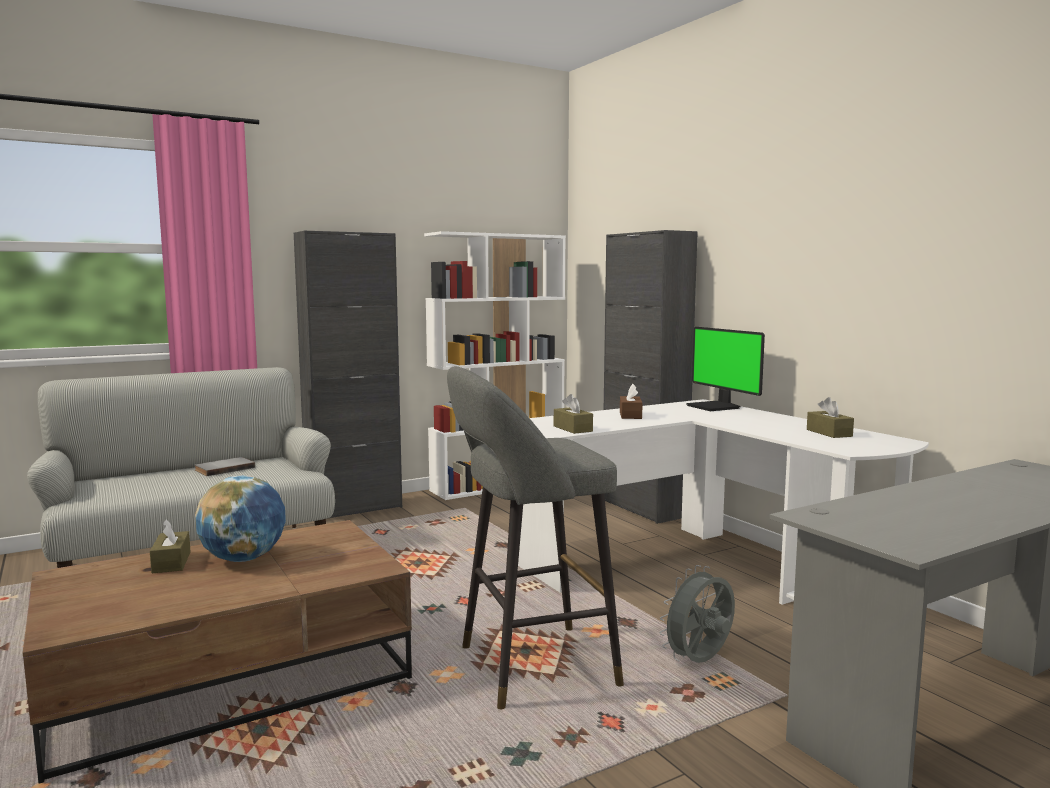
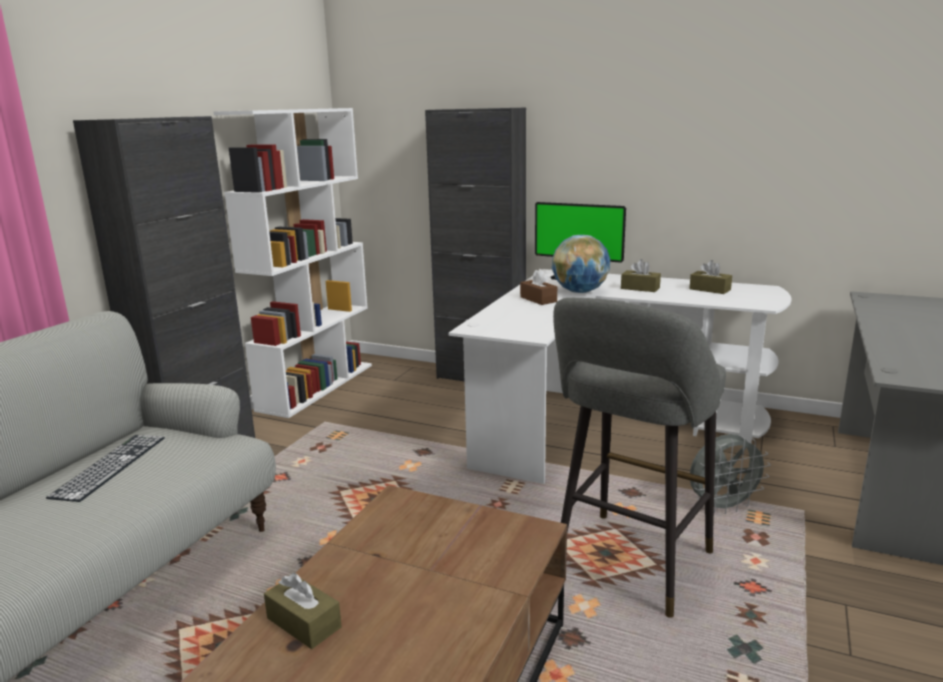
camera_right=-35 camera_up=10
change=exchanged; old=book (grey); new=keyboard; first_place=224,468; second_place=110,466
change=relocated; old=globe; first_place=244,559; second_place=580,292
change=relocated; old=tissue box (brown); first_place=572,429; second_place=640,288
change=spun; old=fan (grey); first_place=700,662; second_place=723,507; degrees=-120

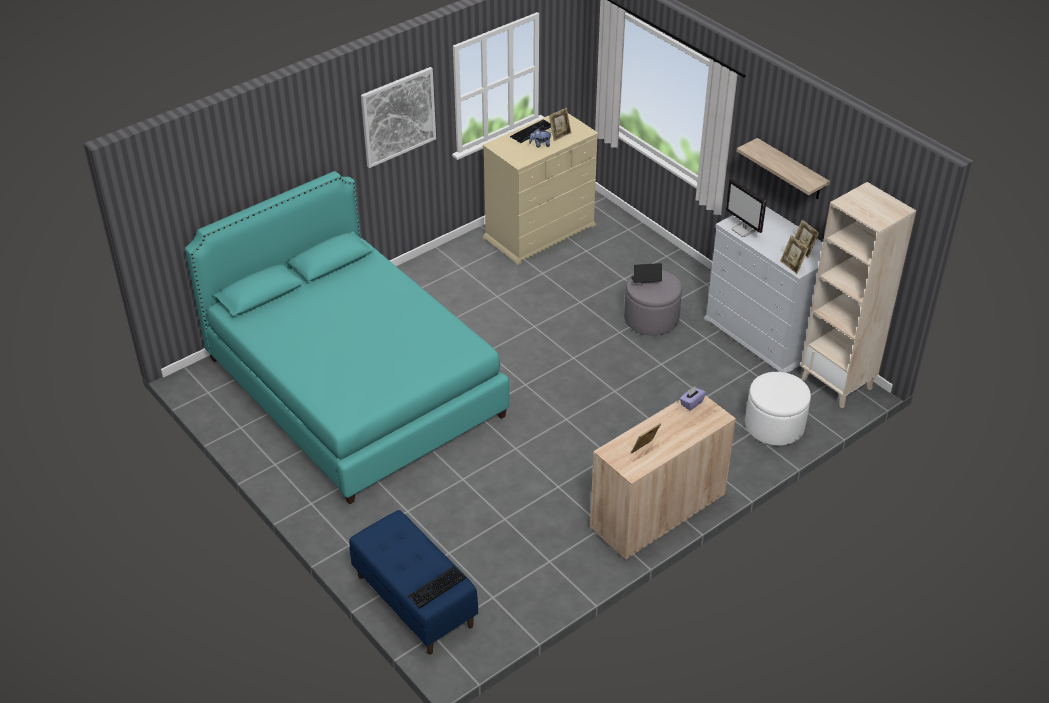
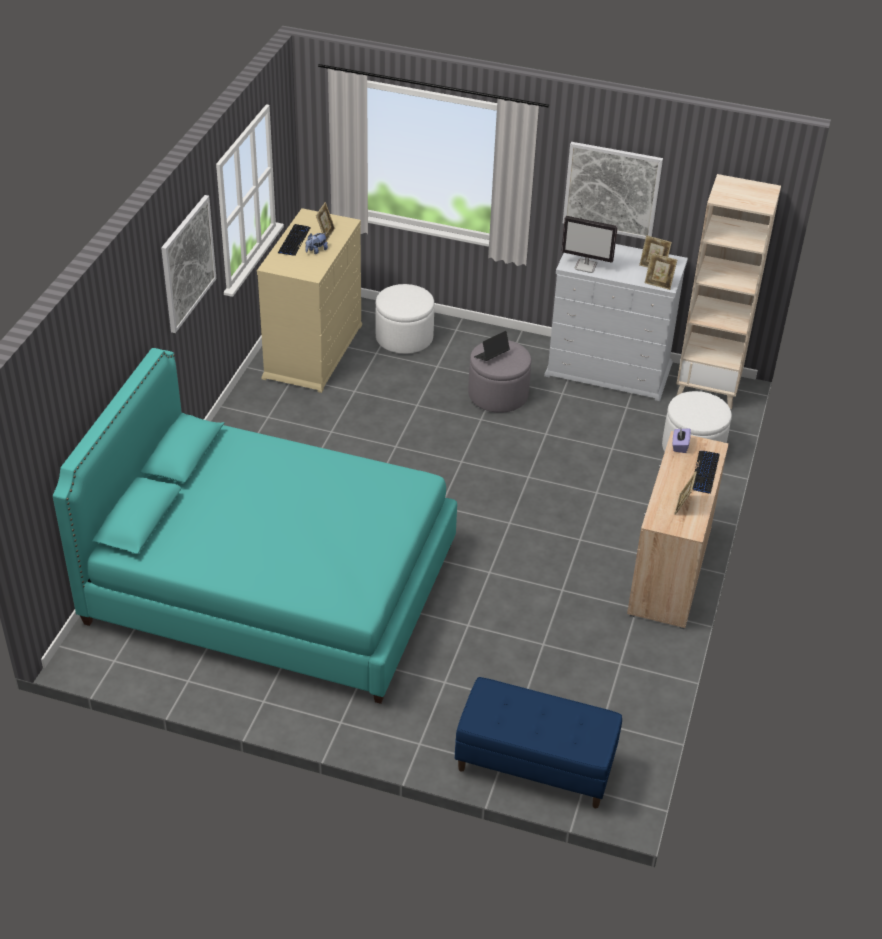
camera_right=-35 camera_up=0
change=appeared; new=ottoman (white); second_place=404,338
change=exchanged; old=shelf; new=picture; first_place=791,170; second_place=611,190
change=relocated; old=keyboard; first_place=436,588; second_place=705,472

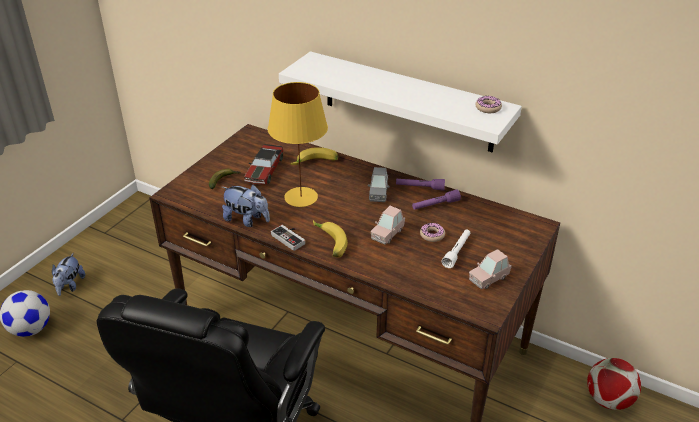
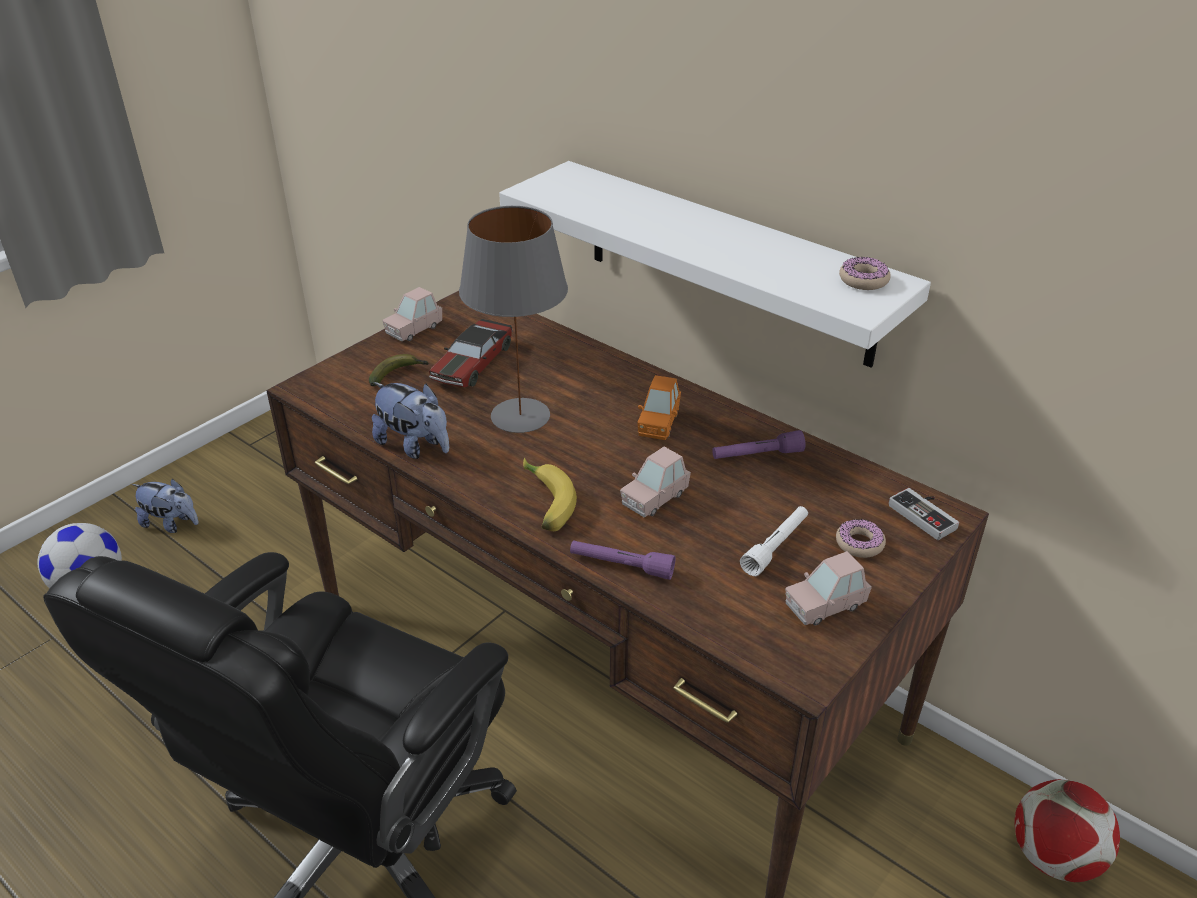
camera_right=10 camera_up=0
change=spun; old=plush toy; first_place=70,286; second_place=171,524; degrees=-90
change=appeared; new=toy car (pink); second_place=414,330
change=colour; old=table lamp (yellow); new=table lamp (grey); first_place=300,196; second_place=520,415
change=relocated; old=flashlight (purple); first_place=420,187; second_place=621,566
change=colour; old=toy car (grey); new=toy car (orange); first_place=378,193; second_place=658,424
change=relocated; old=donut; first_place=432,235; second_place=859,544
change=relocated; old=game controller; first_place=290,238; second_place=926,514
change=missing; old=banana; first_place=315,163

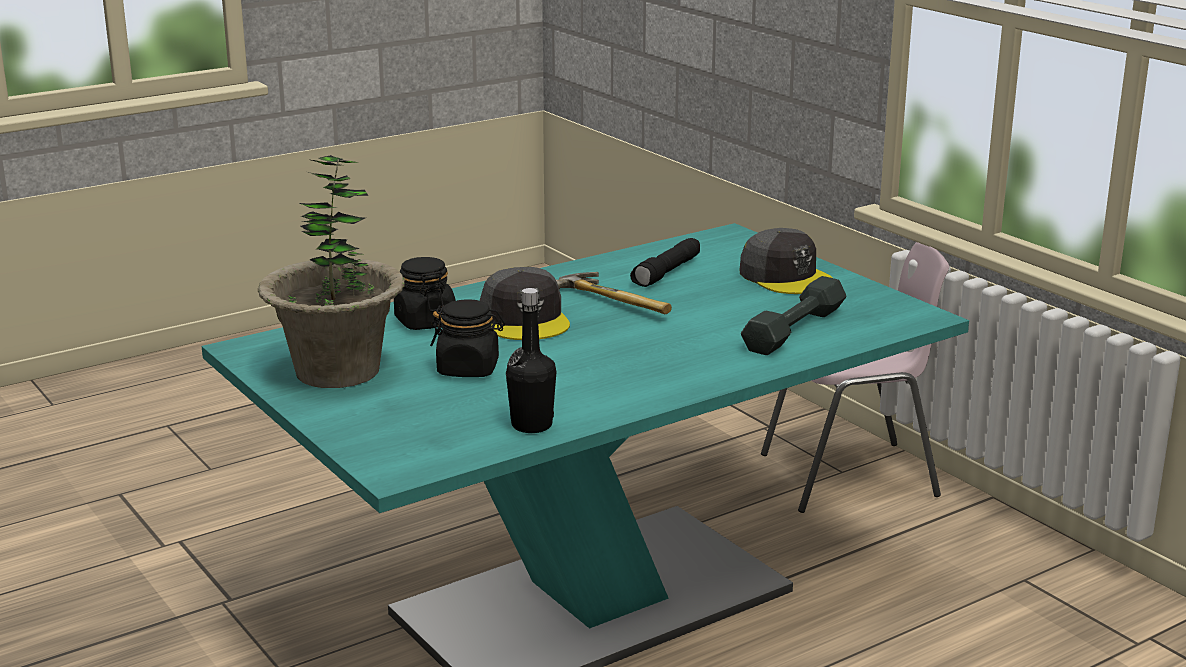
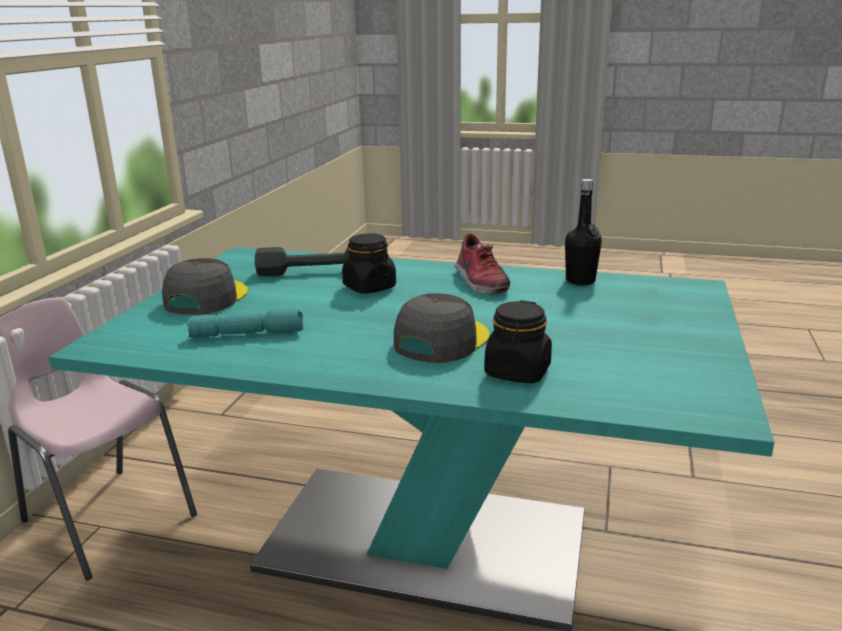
camera_right=-130 camera_up=0
change=colour; old=flashlight (black); new=flashlight (turquoise); first_place=667,273; second_place=248,334
change=relocated; old=jar (black); first_place=468,369; second_place=369,287
change=appeared; new=shoe; second_place=479,282
change=missing; old=potted plant; first_place=338,371
change=missing; old=hammer; first_place=617,300

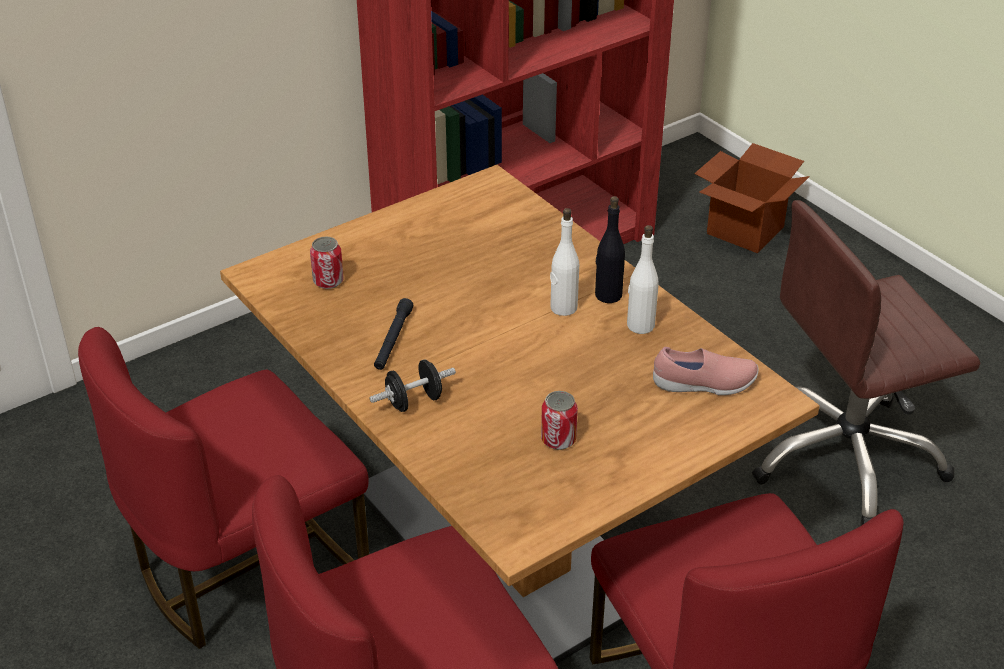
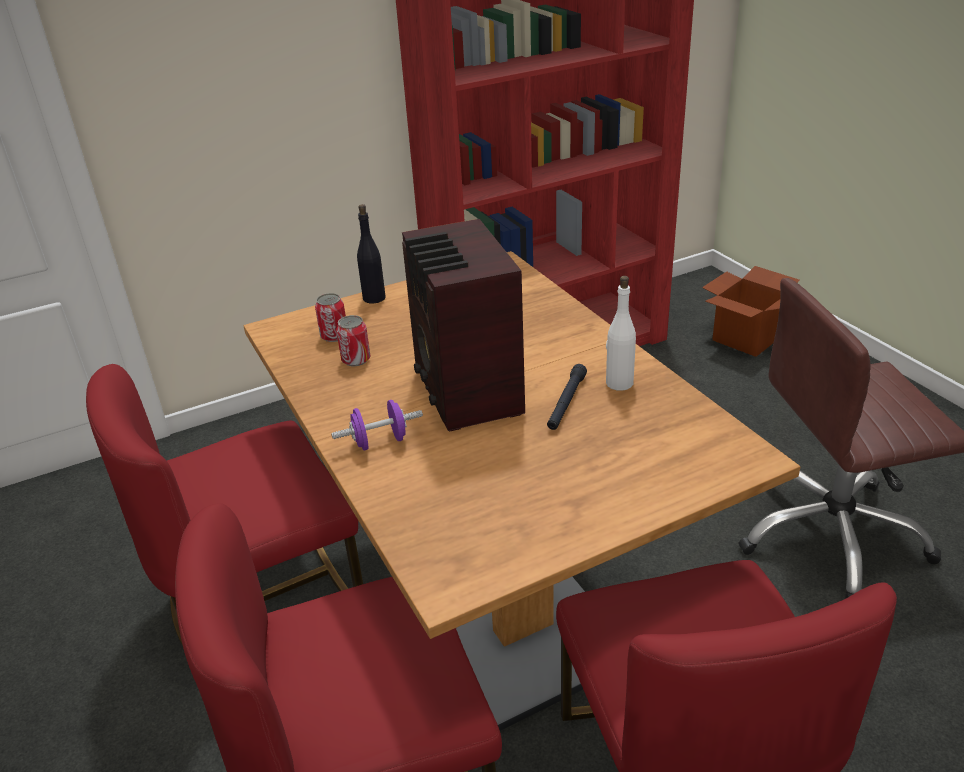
camera_right=10 camera_up=-5
change=colour; old=dumbbell (black); new=dumbbell (purple); first_place=414,401; second_place=380,441
change=relocated; old=can; first_place=558,439; second_place=356,359
change=relocated; old=bottle (black); first_place=608,295; second_place=374,298
change=appeared; new=radio; second_place=466,392
change=relocated; old=flashlight (black); first_place=393,340; second_place=566,403
change=missing; old=bottle (white); first_place=563,308
change=missing; old=shoe (pink); first_place=704,385

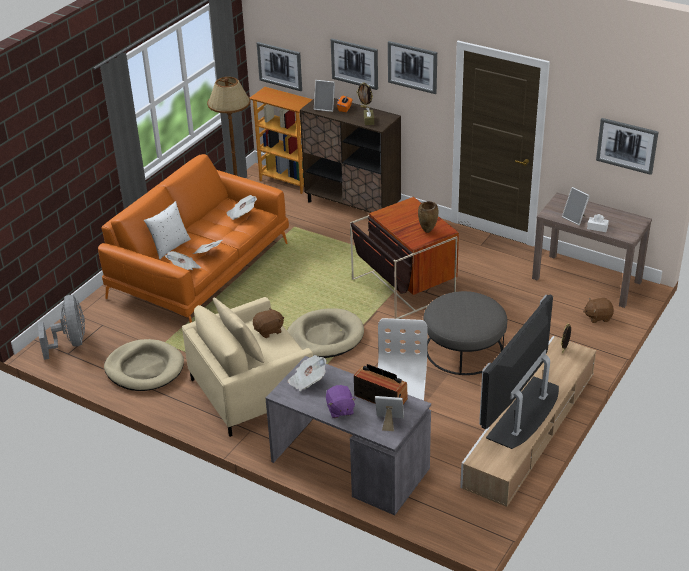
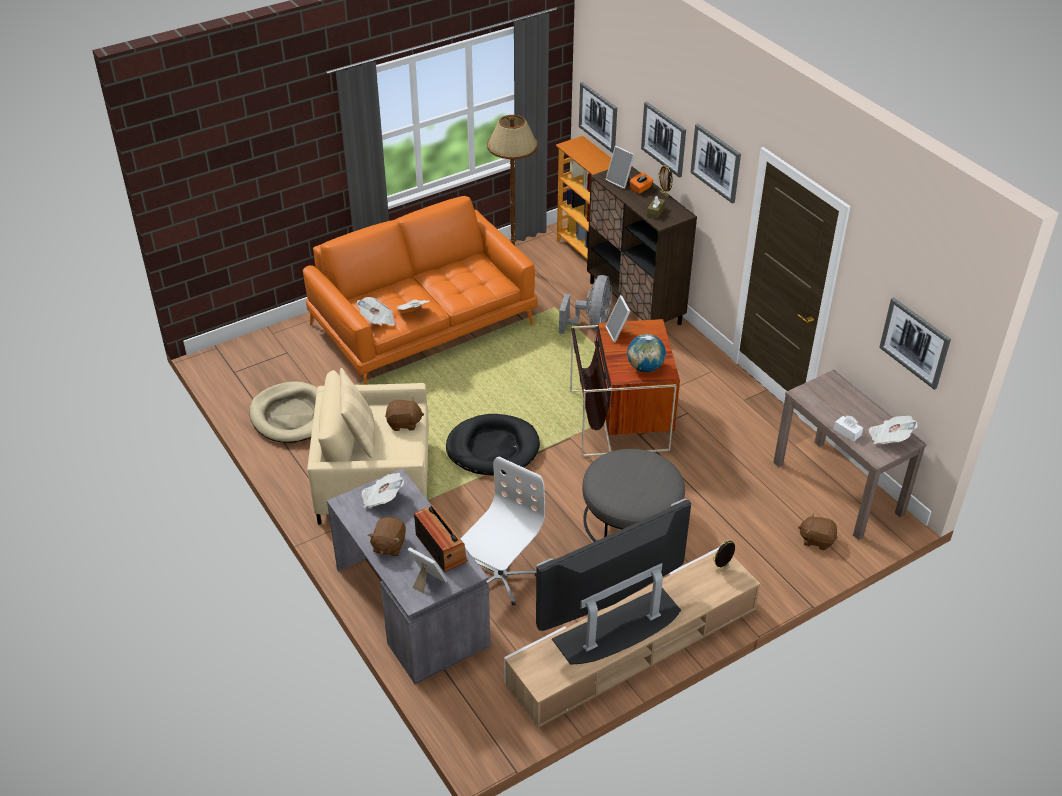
camera_right=25 camera_up=5
change=colour; old=plush toy (purple); new=plush toy (brown); first_place=340,410; second_place=388,545
change=colour; old=dog bed (beige); new=dog bed (black); first_place=325,337; second_place=493,448
change=relocated; old=fan (grey); first_place=70,343; second_place=591,324
change=relocated; old=picture frame; first_place=575,218; second_place=618,333
change=exchanged; old=vase (brown); new=globe; first_place=427,231; second_place=645,367
change=relocated; old=newspaper; first_place=241,214; second_place=889,438
change=missing; old=pillow (white); first_place=170,247

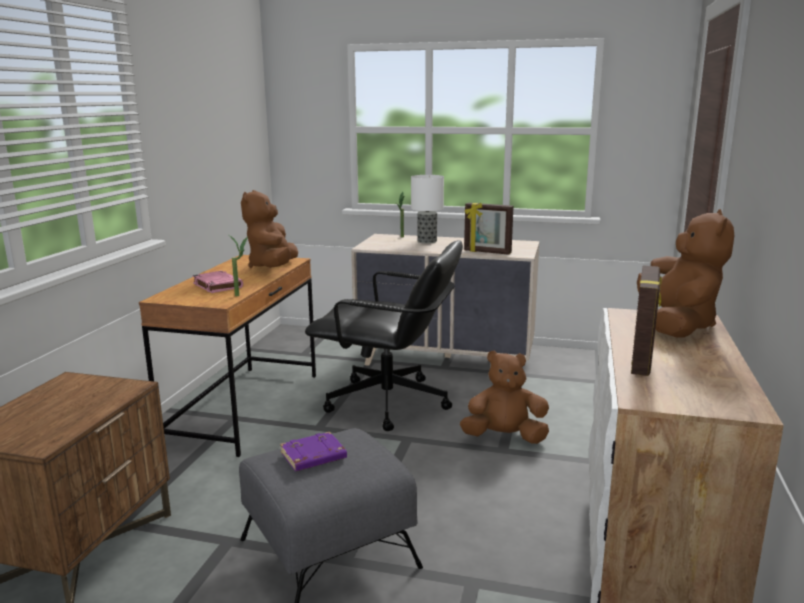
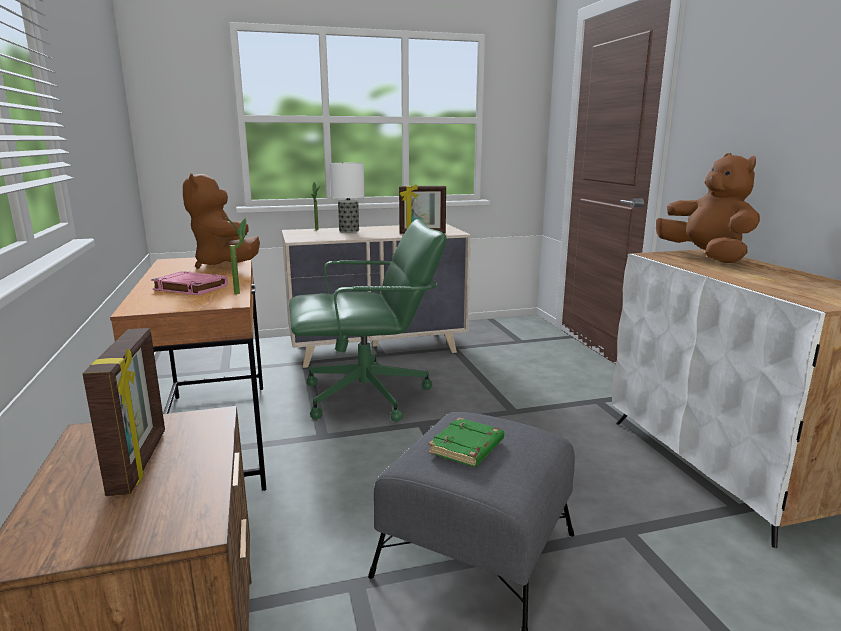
camera_right=-30 camera_up=0
change=relocated; old=picture frame; first_place=642,360; second_place=140,462
change=colour; old=office chair (black); new=office chair (green); first_place=389,403; second_place=368,396
change=colour; old=book (purple); new=book (green); first_place=313,457; second_place=467,448
change=missing; old=plush toy (brown); first_place=504,437

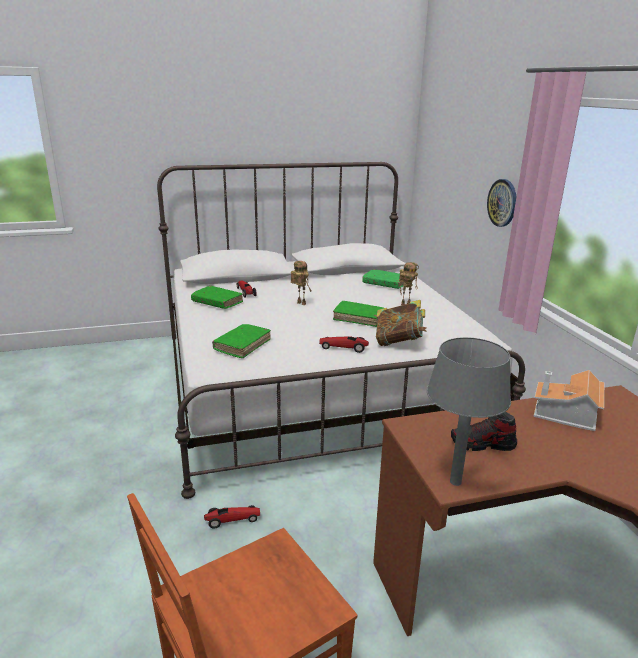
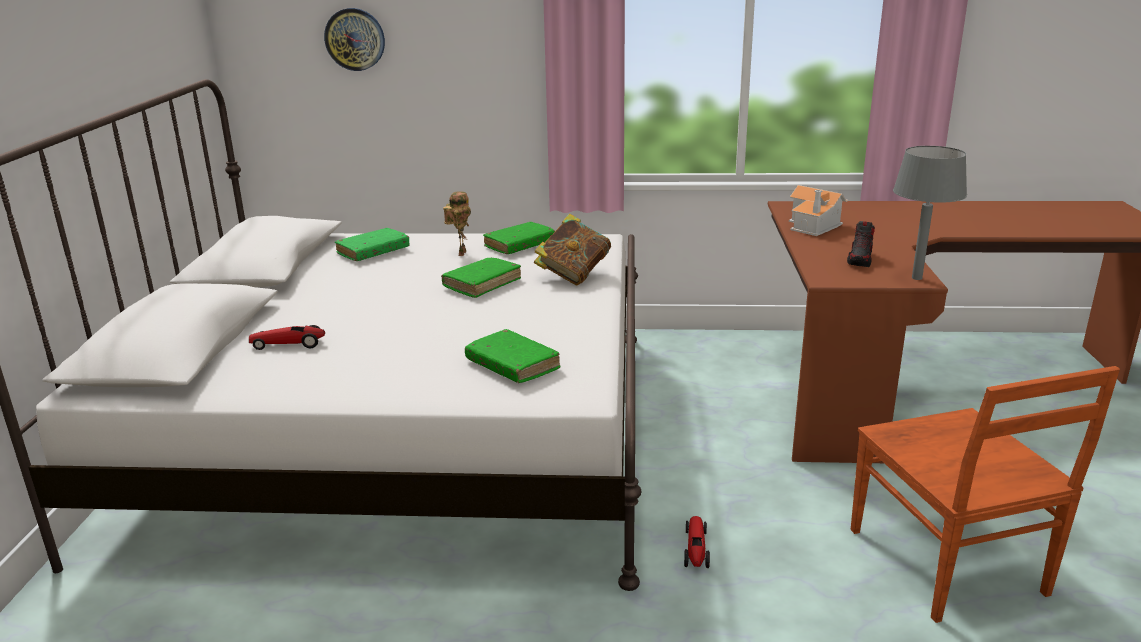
camera_right=-70 camera_up=0
change=relocated; old=wall clock; first_place=502,203; second_place=355,39
change=relocated; old=book (green); first_place=217,302; second_place=520,245
change=missing; old=toy robot; first_place=300,303
change=missing; old=toy car; first_place=343,348

